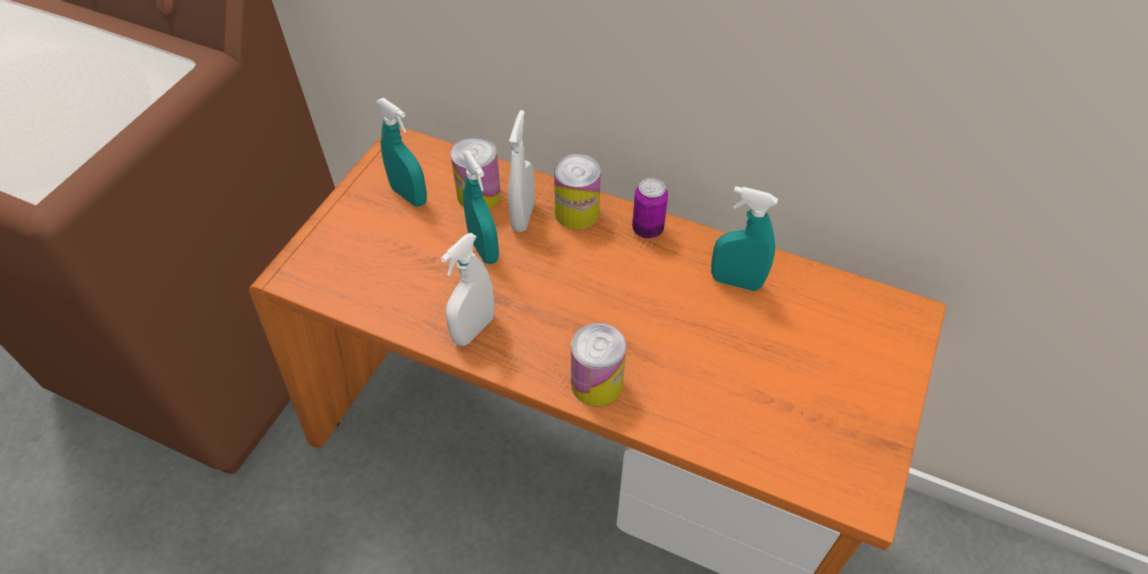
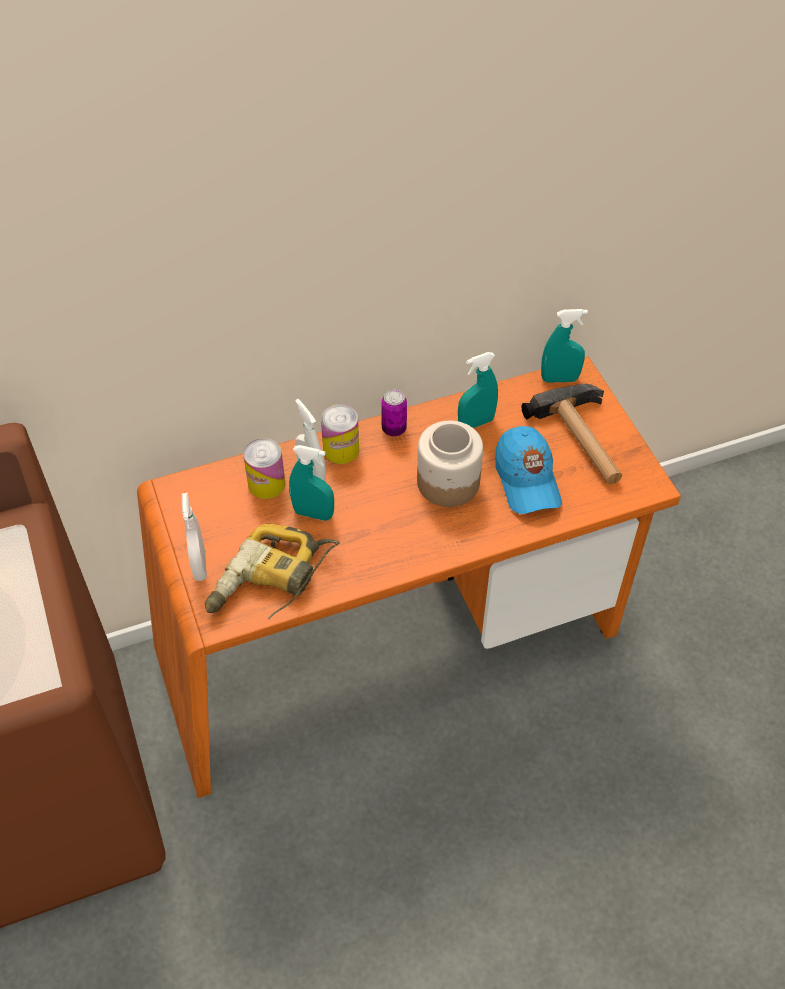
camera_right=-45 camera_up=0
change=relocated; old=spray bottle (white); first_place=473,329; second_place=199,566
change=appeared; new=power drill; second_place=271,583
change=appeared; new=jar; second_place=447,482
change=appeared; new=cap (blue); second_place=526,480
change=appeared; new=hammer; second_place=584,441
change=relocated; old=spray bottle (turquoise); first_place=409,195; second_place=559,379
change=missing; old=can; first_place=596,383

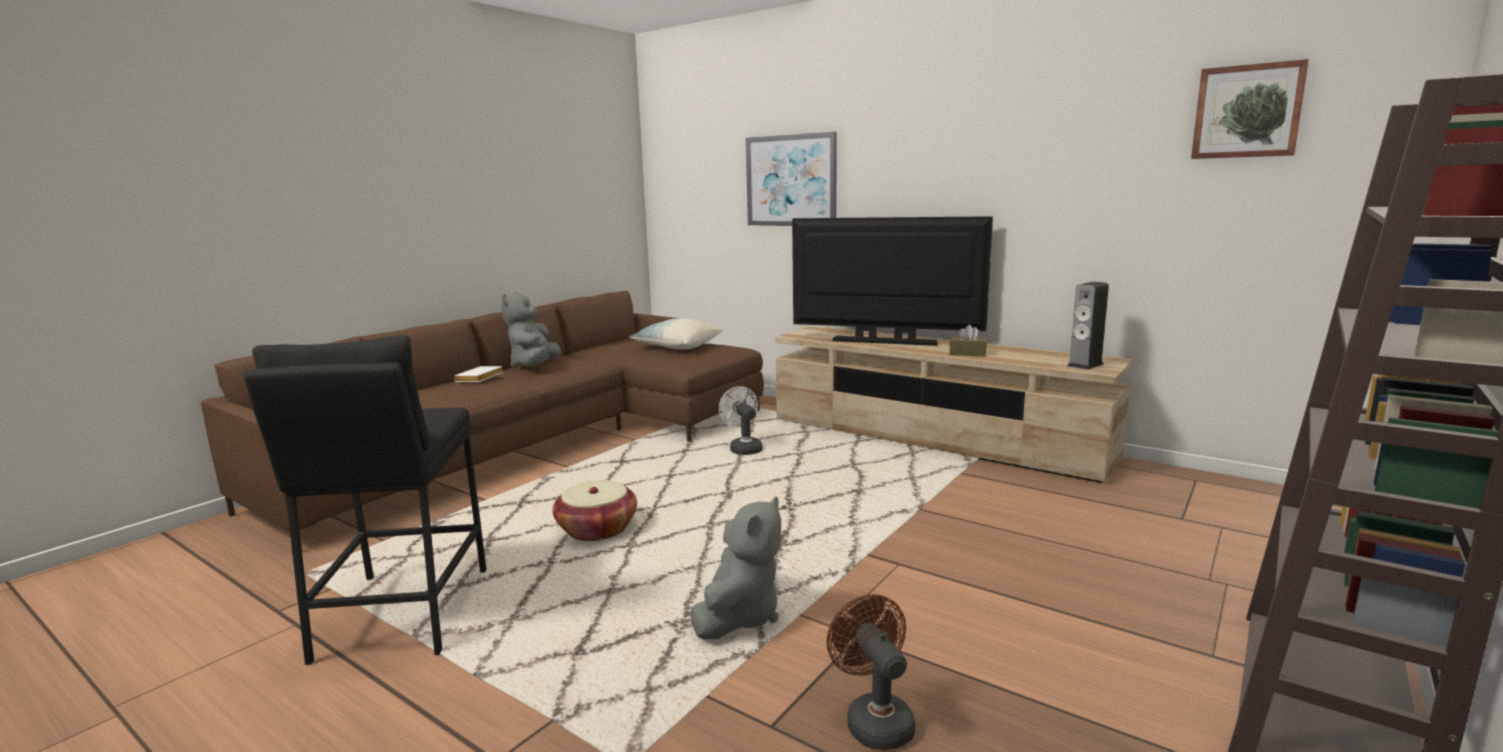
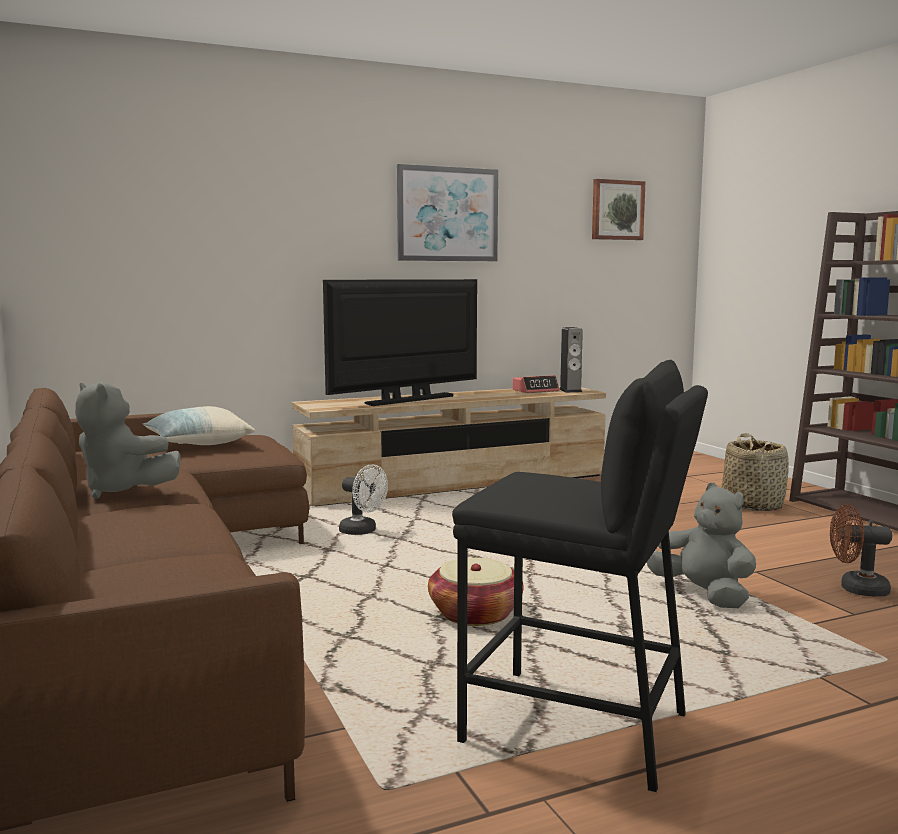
camera_right=-60 camera_up=-5
change=spun; old=fan (white); first_place=743,448; second_place=362,531; degrees=-150
change=relocated; old=picture; first_place=790,181; second_place=447,214
change=appeared; new=alarm clock; second_place=535,390
change=appeared; new=basket; second_place=752,505
change=missing; old=book (white); first_place=480,379
change=missing; old=tissue box (brown); first_place=967,353

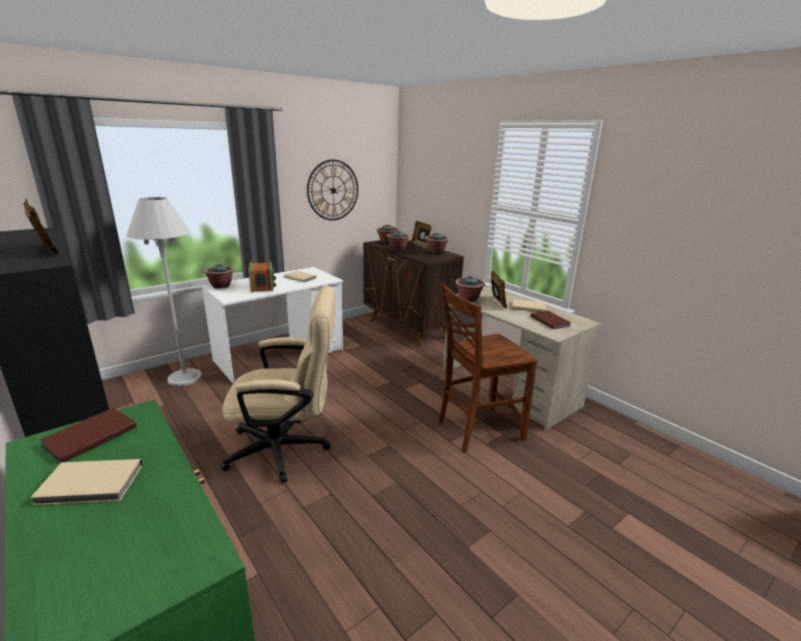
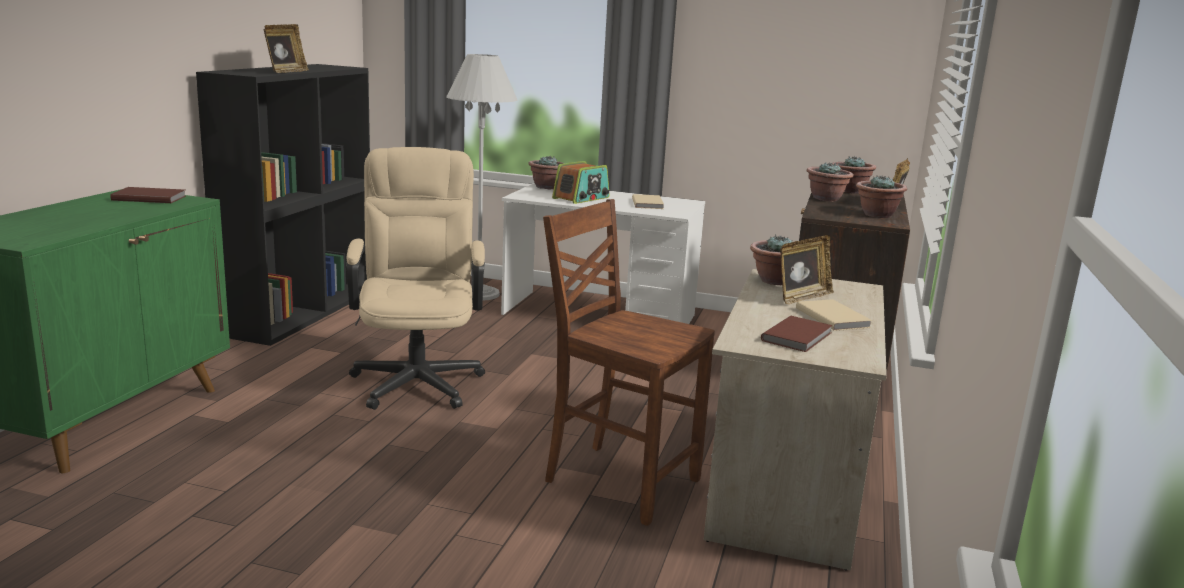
camera_right=55 camera_up=-5
change=spun; old=office chair (beige); first_place=287,449; second_place=418,378; degrees=-150
change=missing; old=book (beige); first_place=91,485
change=missing; old=wall clock; first_place=333,190

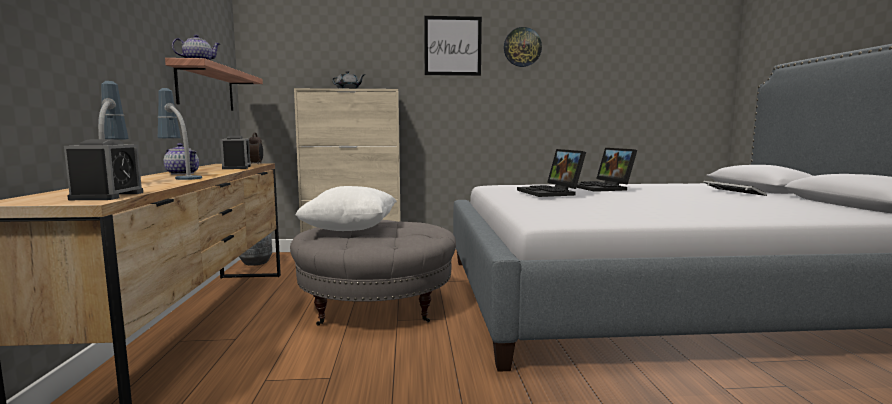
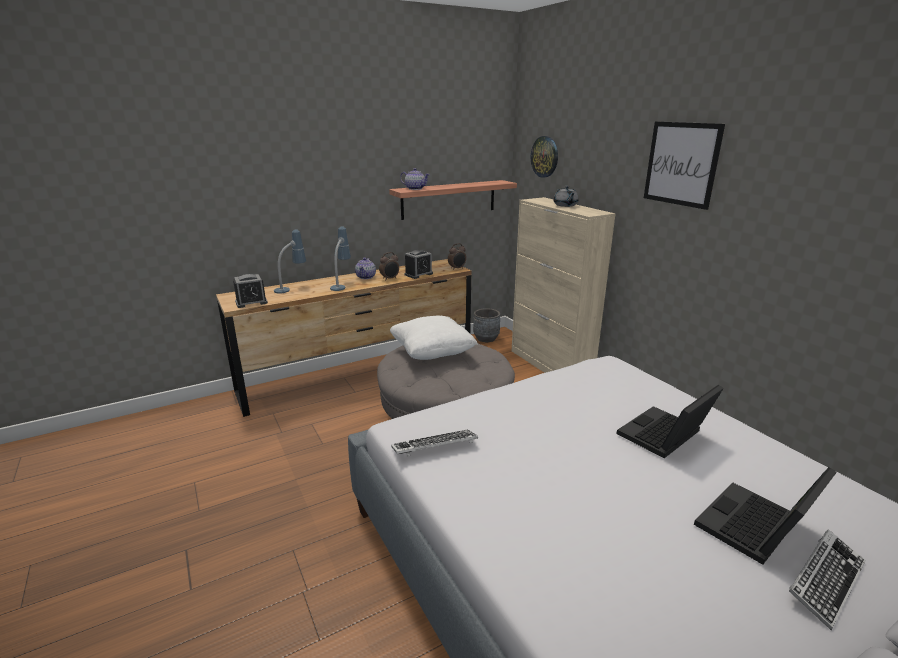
camera_right=65 camera_up=15
change=appeared; new=alarm clock; second_place=390,279
change=appeared; new=keyboard; second_place=434,447
change=relocated; old=wall clock; first_place=522,47; second_place=545,156
change=relocated; old=laptop; first_place=551,192; second_place=756,529

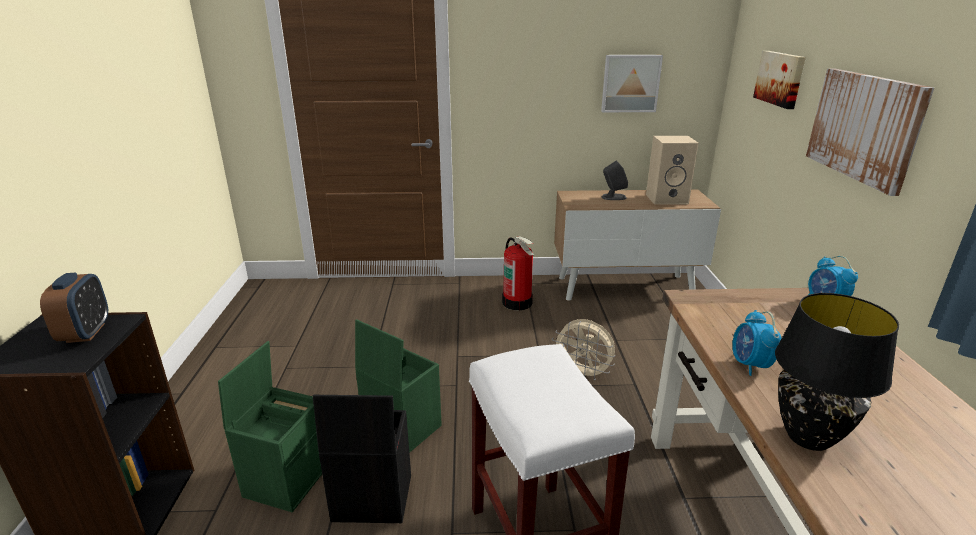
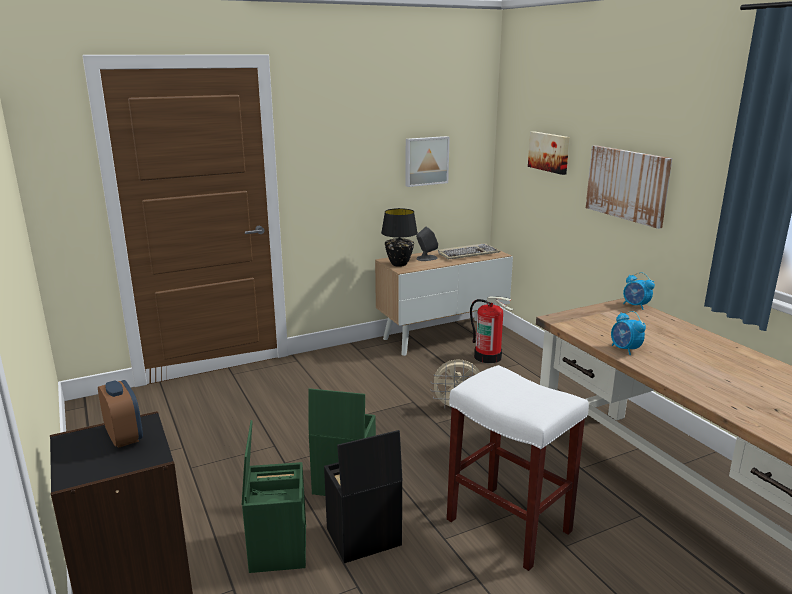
camera_right=-25 camera_up=-5
change=relocated; old=table lamp (black); first_place=807,436; second_place=399,264
change=exchanged; old=speaker (beige); new=keyboard; first_place=667,199; second_place=468,254
change=relocated; old=fire extinguisher; first_place=517,302; second_place=488,357

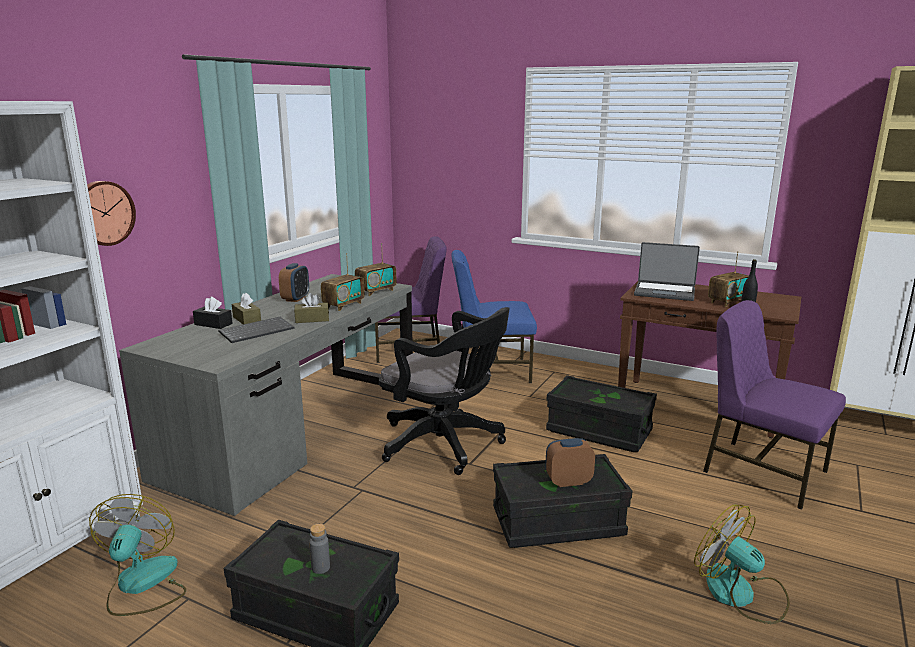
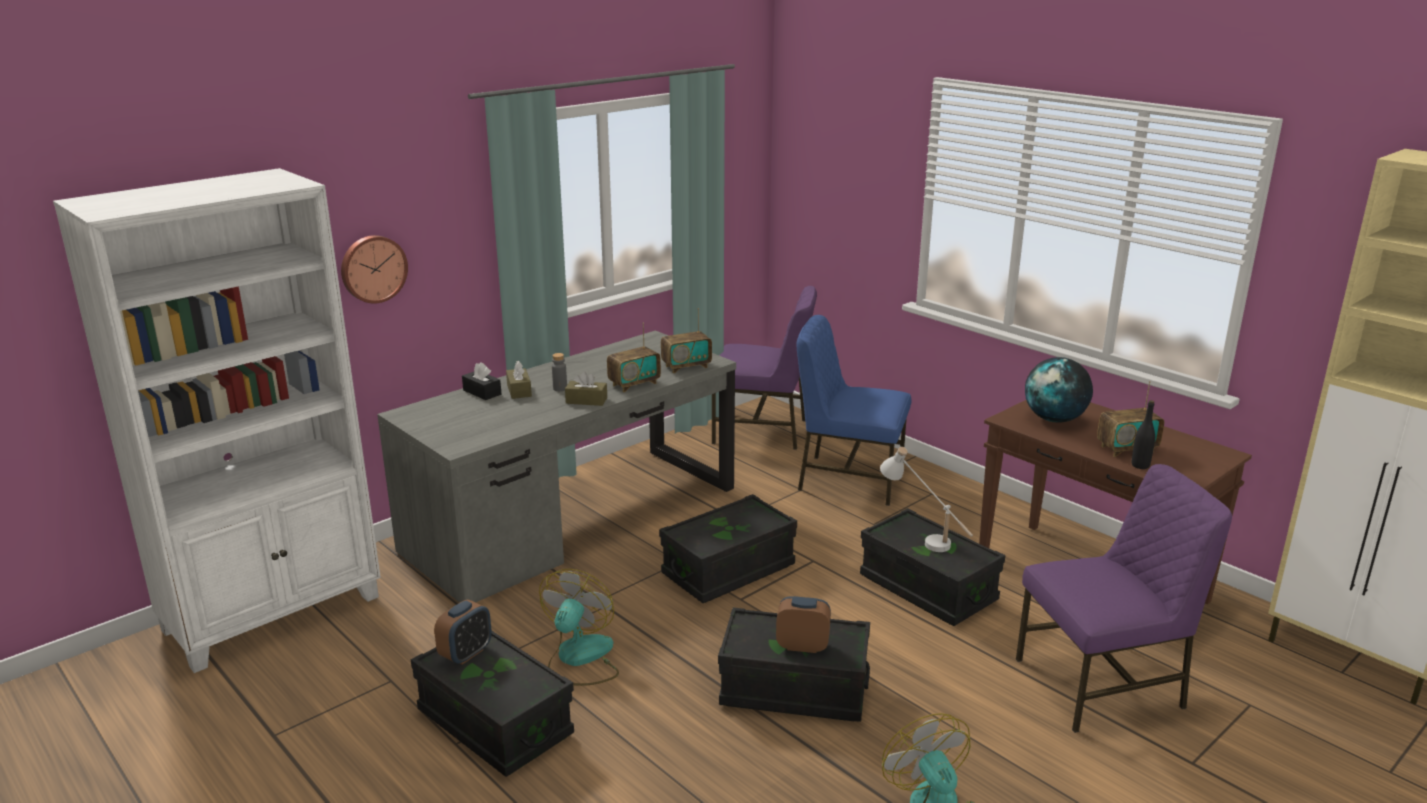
camera_right=20 camera_up=5
change=relocated; old=alarm clock; first_place=295,299; second_place=466,653
change=relocated; old=fan; first_place=142,585; second_place=579,659
change=relocated; old=bottle (grey); first_place=320,567; second_place=560,388
change=exchanged; old=office chair (black); new=storage box (black); first_place=446,445; second_place=728,570
change=appeared; new=table lamp (white); second_place=923,537
change=spun; old=chair (purple); first_place=762,471; second_place=1103,684; degrees=105
change=exchanged; old=laptop; new=globe; first_place=664,292; second_place=1054,419
change=missing; old=keyboard; first_place=257,331

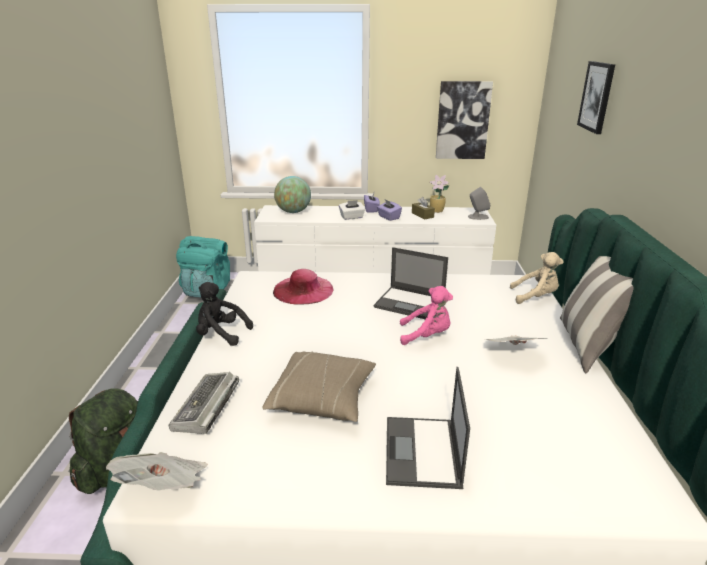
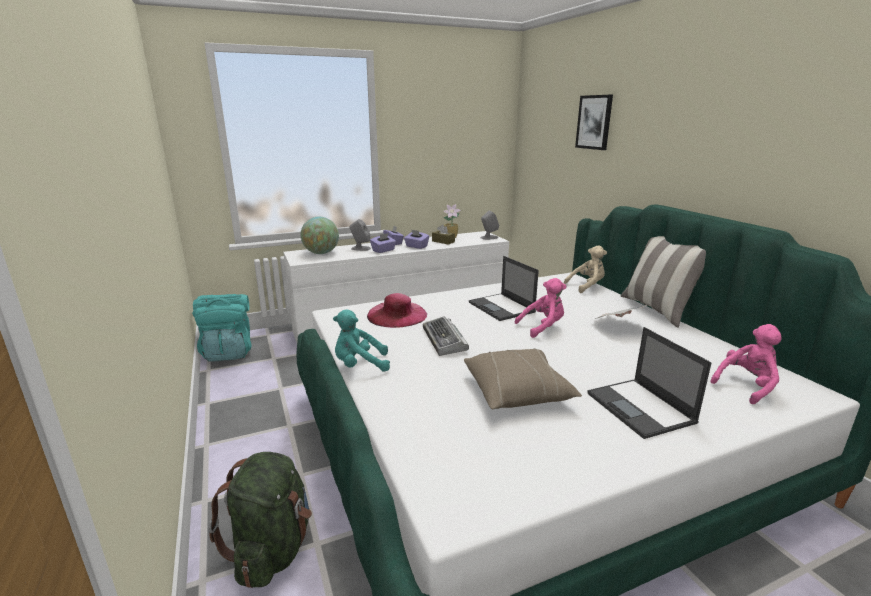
camera_right=-25 camera_up=-5
change=colour; old=plush toy (black); new=plush toy (turquoise); first_place=221,334; second_place=360,365
change=appeared; new=speaker (grey); second_place=360,248
change=colour; old=tissue box (white); new=tissue box (purple); first_place=352,217; second_place=383,250
change=relocated; old=keyboard; first_place=206,408; second_place=445,340
change=spun; old=laptop; first_place=410,303; second_place=502,307; degrees=60
change=appeared; new=plush toy (pink); second_place=746,386
change=missing; old=newspaper; first_place=164,487
change=missing; old=picture; first_place=462,120

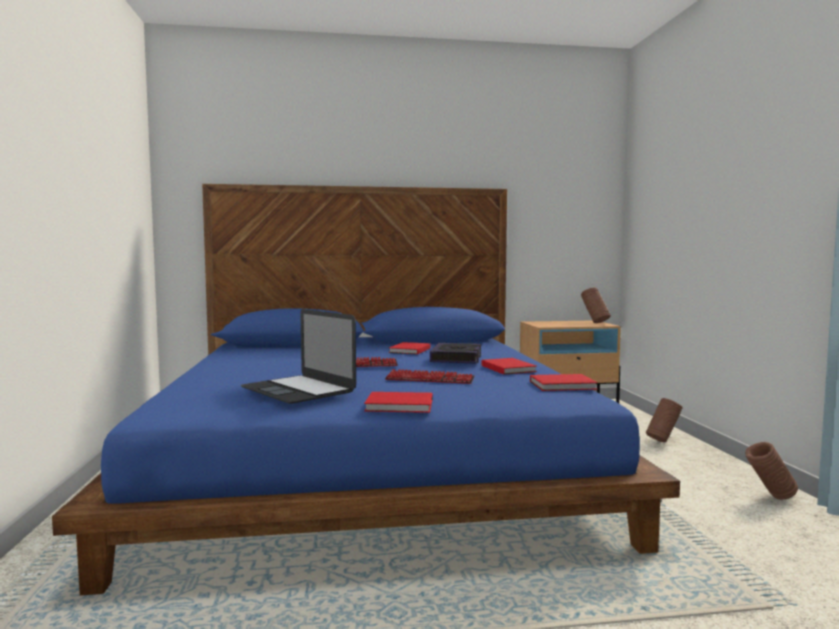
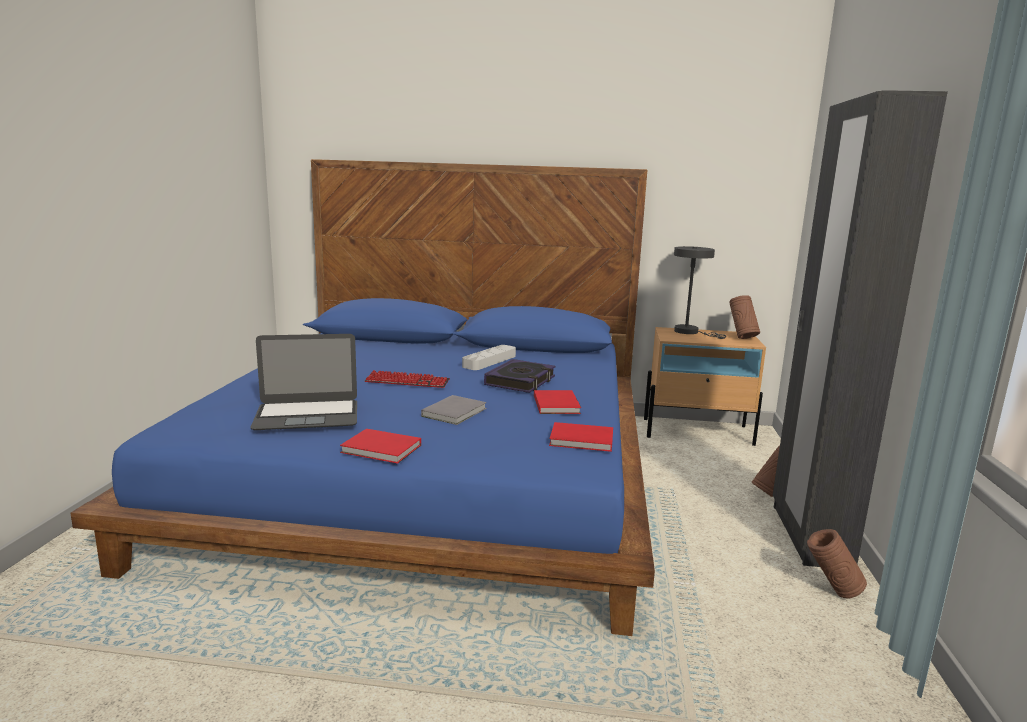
camera_right=15 camera_up=10
change=spun; old=laptop; first_place=298,389; second_place=307,415; degrees=-75
change=exchanged; old=keyboard; new=book (grey); first_place=429,379; second_place=456,412
change=exchanged; old=book (red); new=tray (grey); first_place=408,350; second_place=489,361
change=appeared; new=table lamp (grey); second_place=690,332
change=appeared; new=wardrobe (black); second_place=809,536

